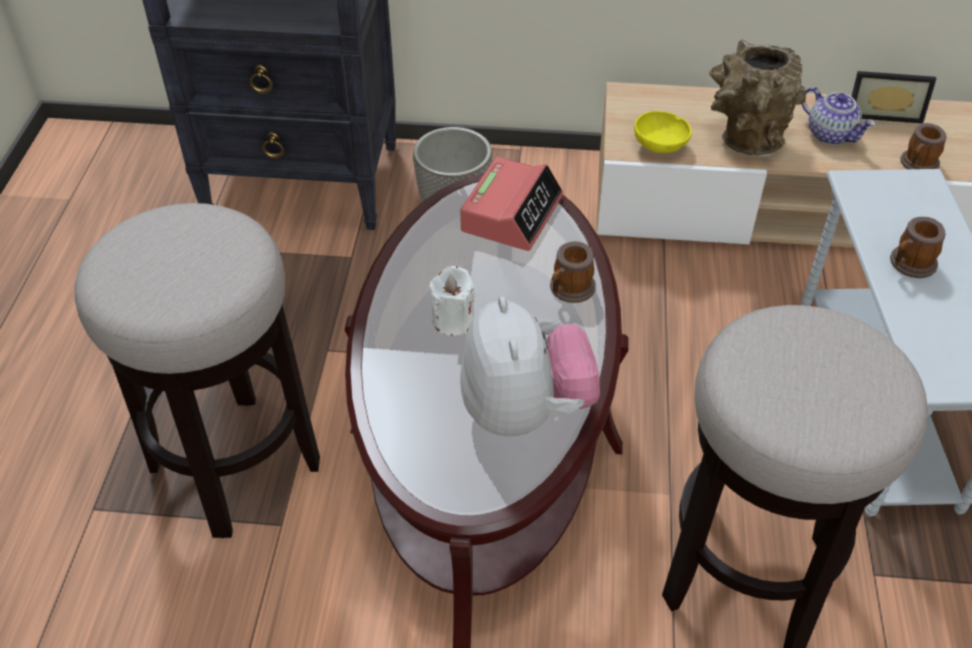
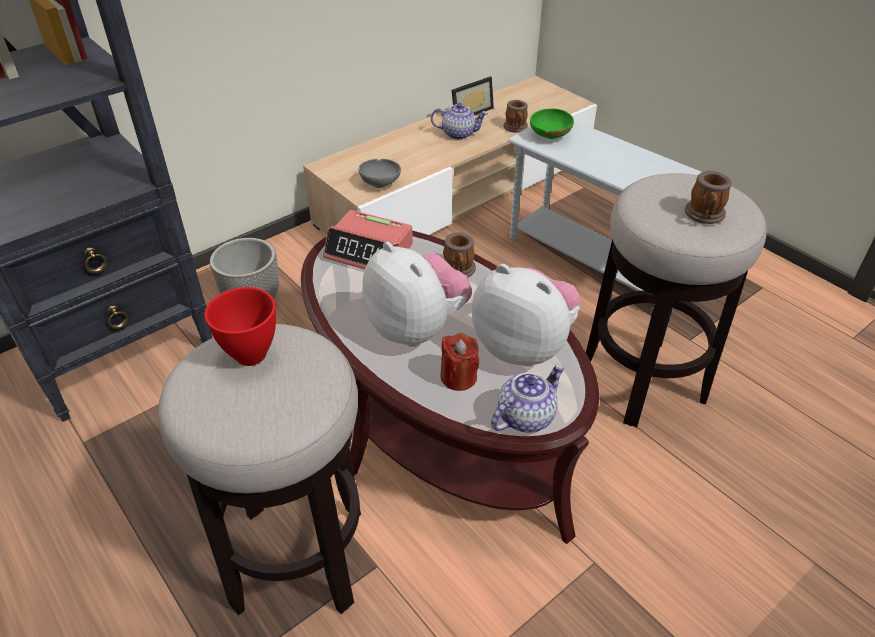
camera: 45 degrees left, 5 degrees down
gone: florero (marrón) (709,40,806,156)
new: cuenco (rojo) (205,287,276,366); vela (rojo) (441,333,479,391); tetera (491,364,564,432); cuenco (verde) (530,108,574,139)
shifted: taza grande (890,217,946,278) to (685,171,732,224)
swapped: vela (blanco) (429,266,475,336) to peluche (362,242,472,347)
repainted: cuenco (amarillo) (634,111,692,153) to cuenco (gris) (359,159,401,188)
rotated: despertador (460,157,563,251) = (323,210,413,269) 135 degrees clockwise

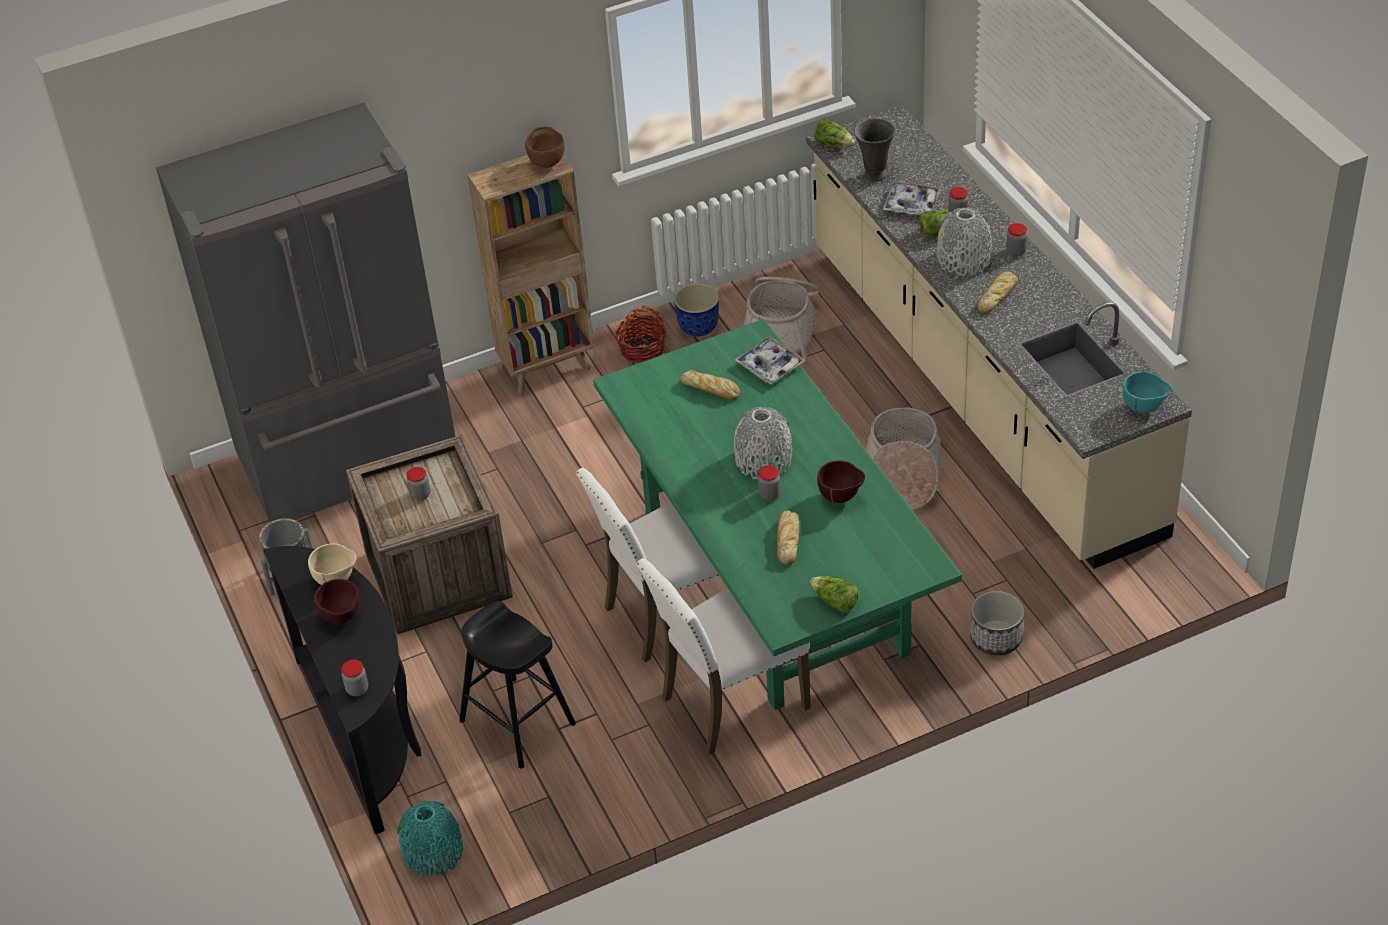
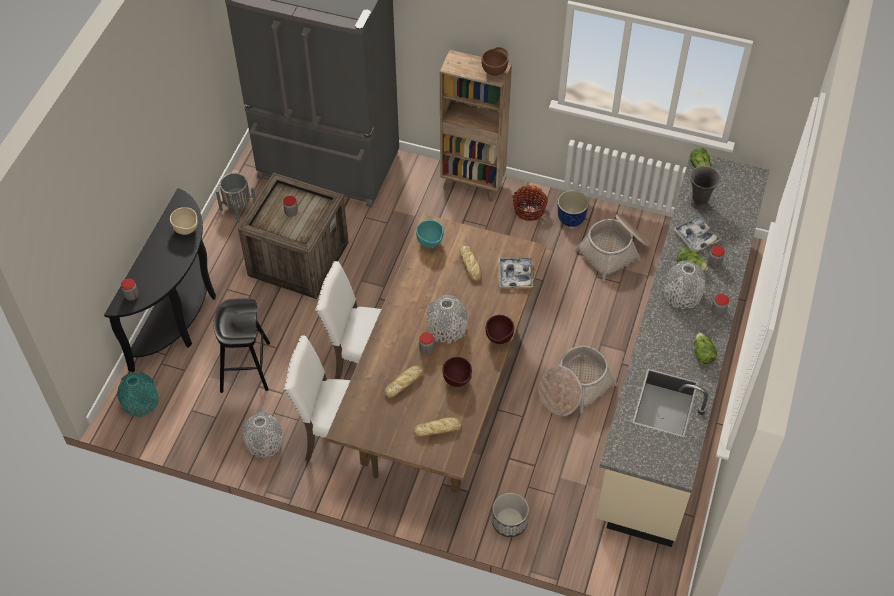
camera: 40 degrees right, 10 degrees up
new: florero (gris) (242,412,283,458)
shifted: pan (977,271,1018,314) to (414,417,461,437); cuenco (turquesa) (1123,372,1171,413) to (416,220,444,248); cuenco (marrón) (314,579,359,624) to (485,315,514,344); lechuga (810,576,859,612) to (694,332,717,364)
repainted: mesa de comedor (verde) (593,319,962,710) to mesa de comedor (marrón) (326,214,546,493)

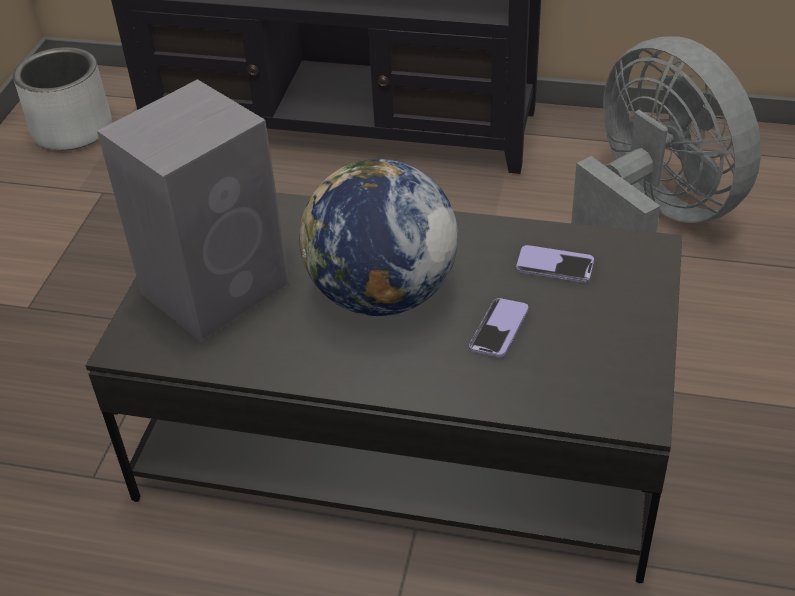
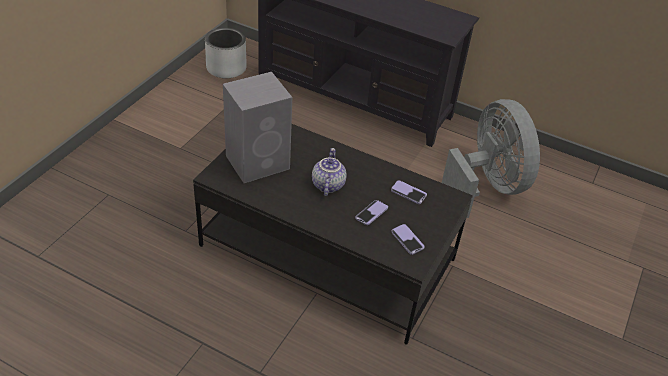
camera: 10 degrees right, 0 degrees up
new: móvil (391,224,425,255)
swapped: globo terráqueo (299,159,458,316) to tetera (312,148,347,196)

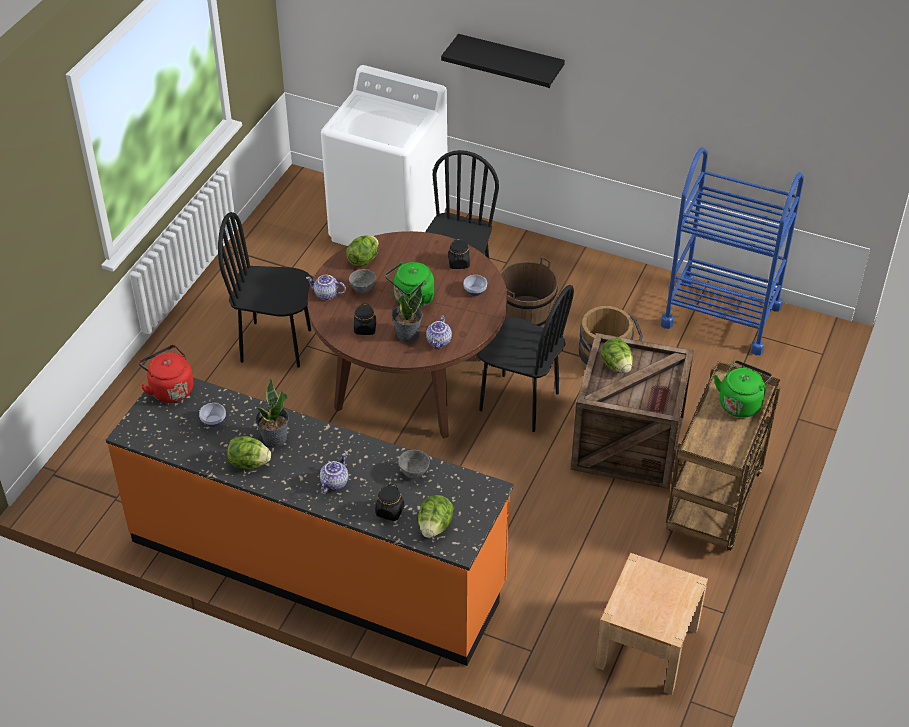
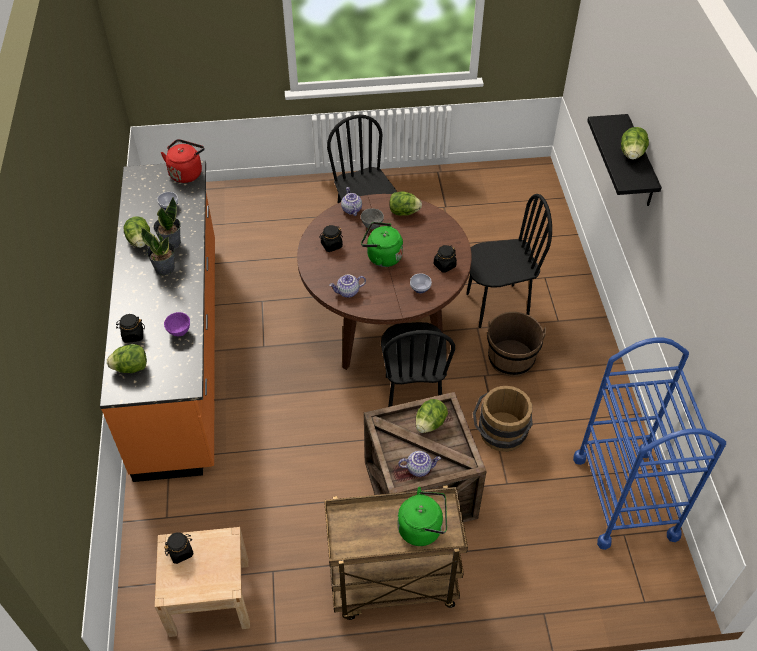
camera: 60 degrees right, 5 degrees up
gone: lavadora (blanco) (321,65,447,246)
new: tarro (negro) (164,532,194,564); lechuga (621,127,649,160)
shifted: planta en maceta (392,287,422,342) to (141,228,175,276); tetera (320,453,349,493) to (398,451,441,477)
repainted: cuenco (gris) (398,450,430,478) to cuenco (morado) (164,312,190,336)

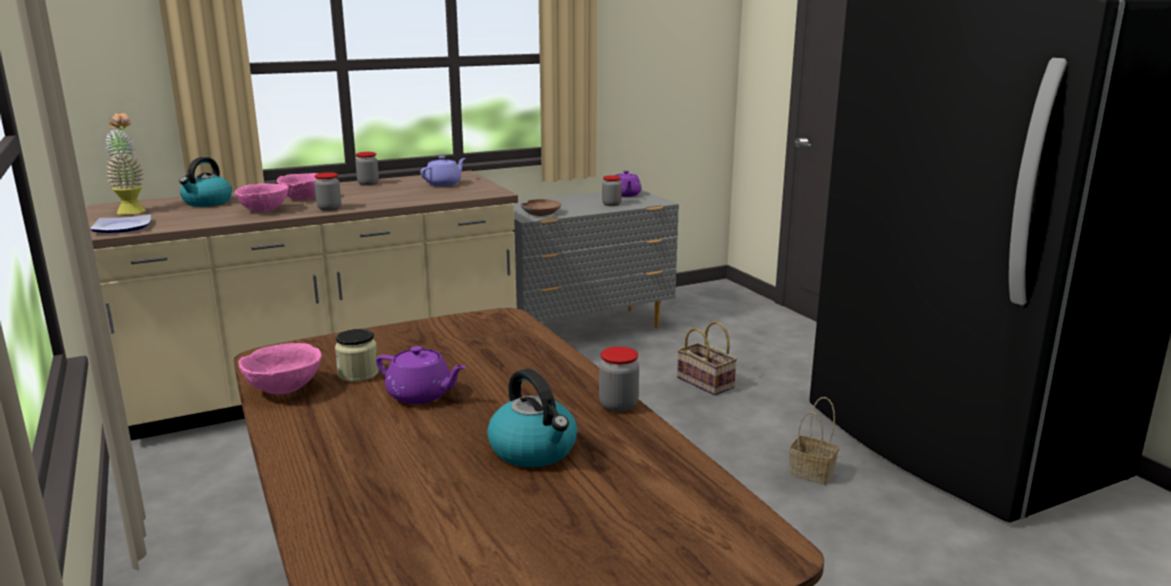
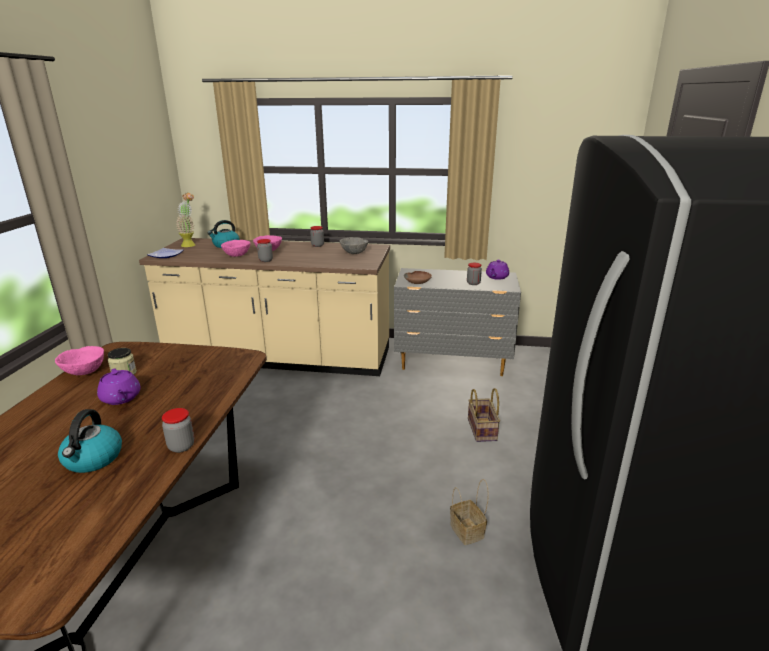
camera: 35 degrees right, 5 degrees up
swapped: tetera (morado) (420,156,466,186) to cuenco (gris) (340,237,369,254)

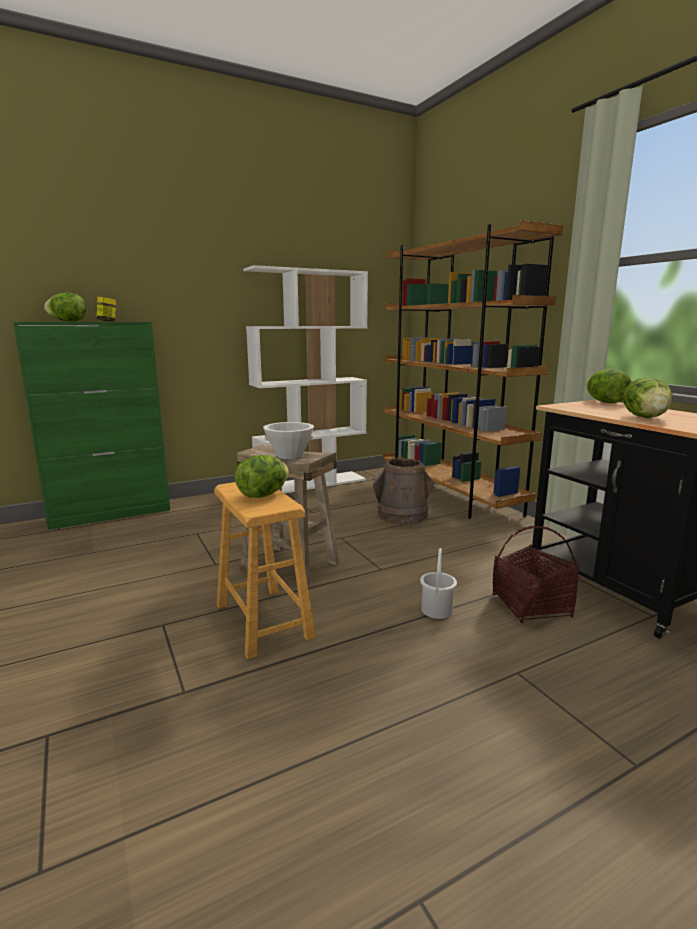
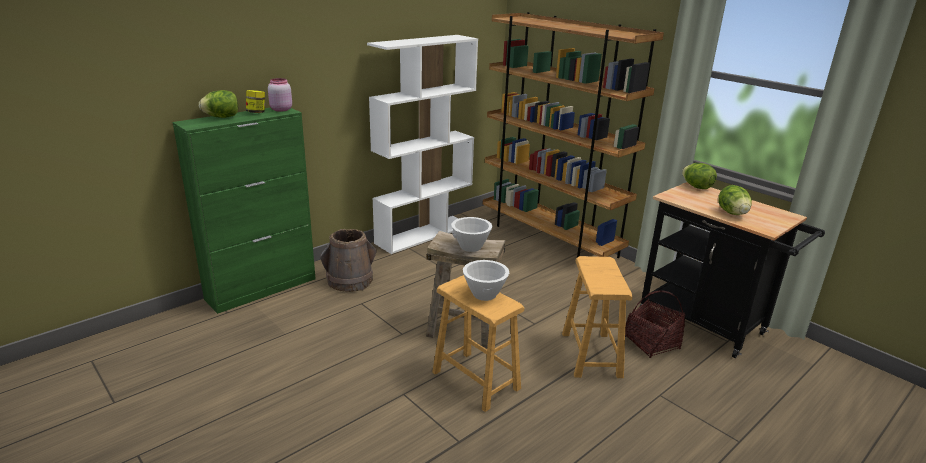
camera: 15 degrees left, 10 degrees up
new: tarro (rosa) (268,78,292,112)
shifted: cubo (marrón) (373,458,434,525) to (320,229,377,292)
swapped: lechuga (235,455,289,498) to cuenco (blanco) (463,260,509,301); cubo (blanco) (420,548,457,619) to taburete (marrón) (562,256,632,378)

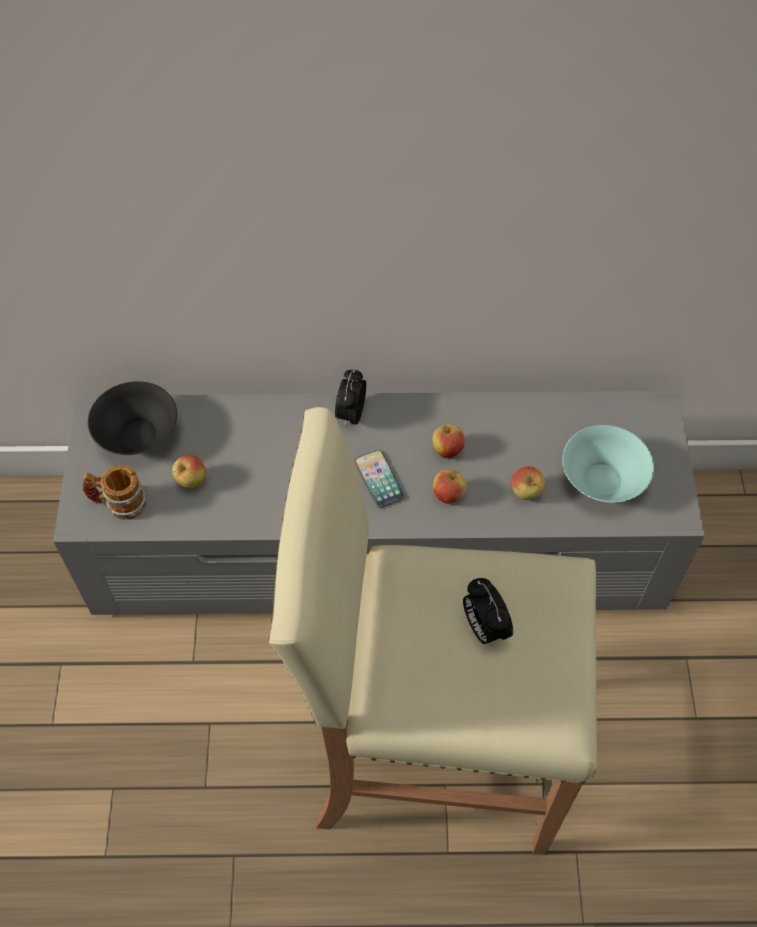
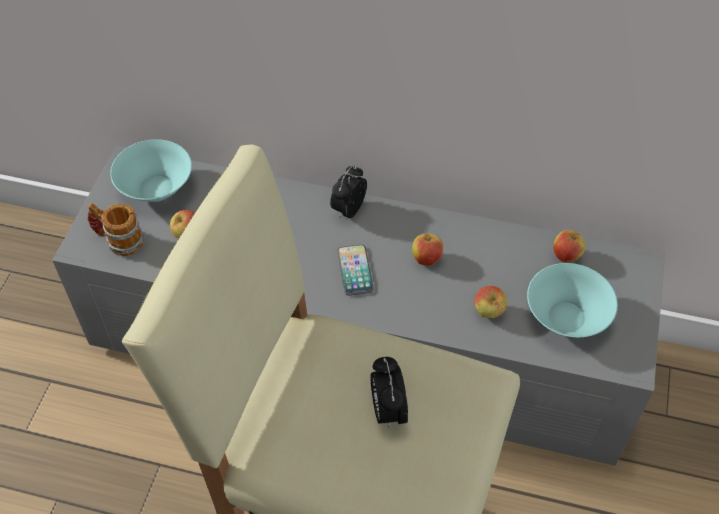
camera: 15 degrees right, 5 degrees down
shifted: manzana (433,469,467,504) to (553,230,586,262)
repainted: cuenco (negro) (88,381,177,455) to cuenco (turquesa) (110,139,192,202)

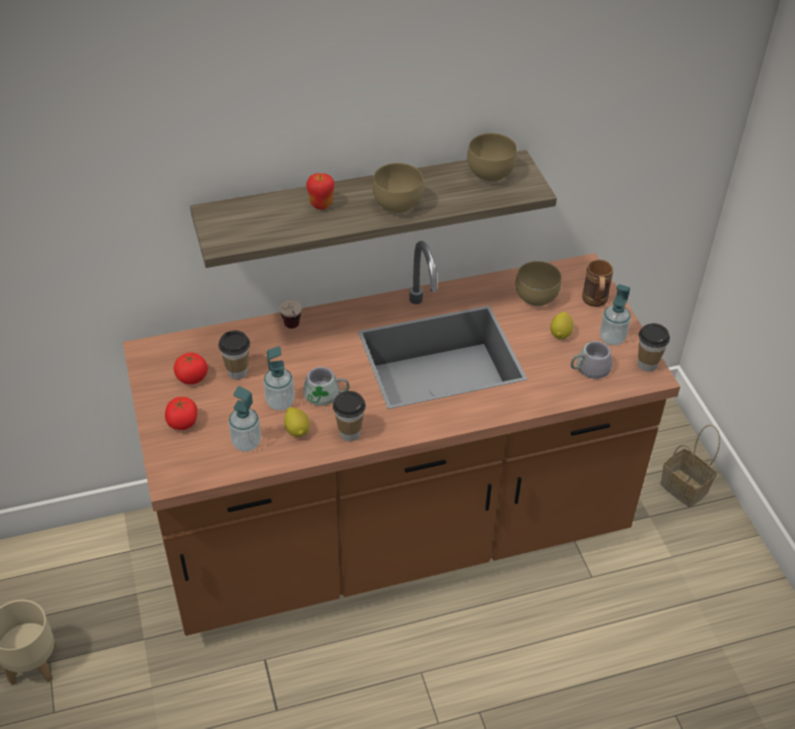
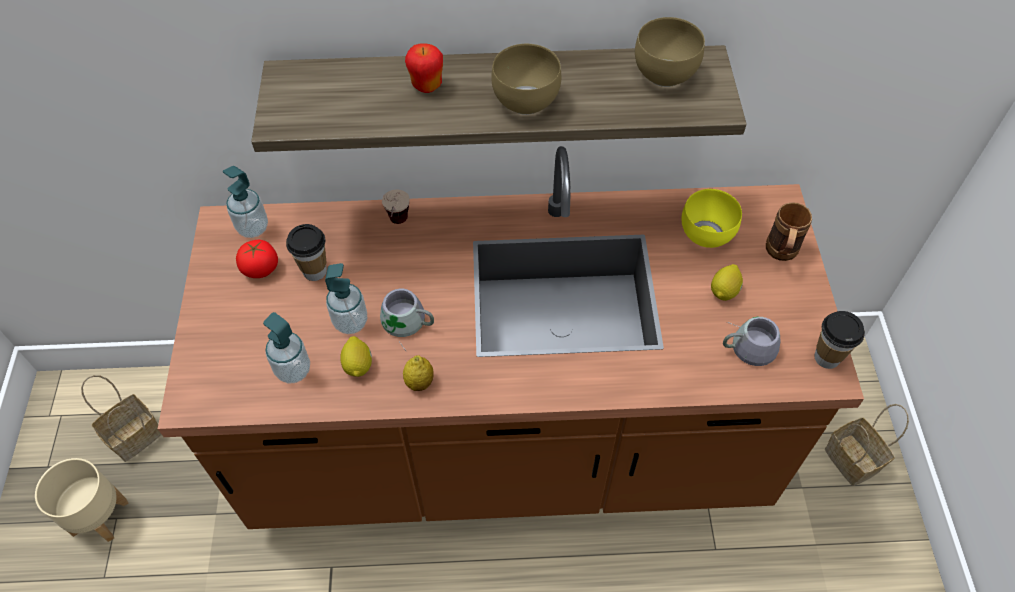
camera: 15 degrees right, 10 degrees up
gone: tomate (165,397,197,430)
new: cesta (81,375,162,462)
shifted: dispensador de jabón (600,284,631,346) to (223,166,268,238)
swapped: taza (333,391,366,441) to limón (403,355,434,391)
repainted: cuenco (marrón) (516,261,561,306) to cuenco (amarillo) (681,189,742,248)

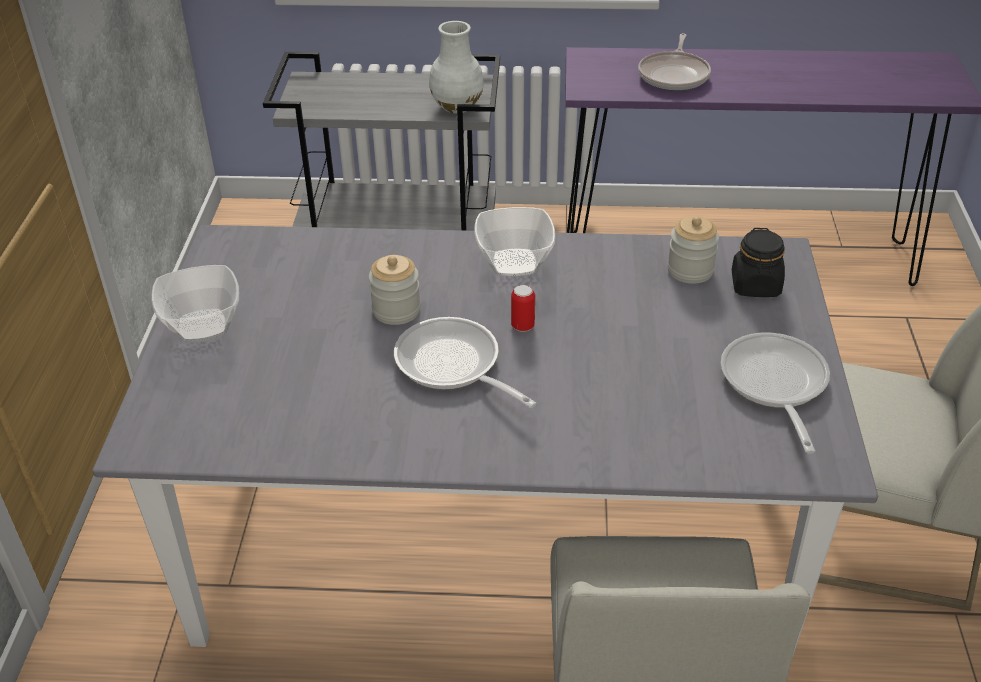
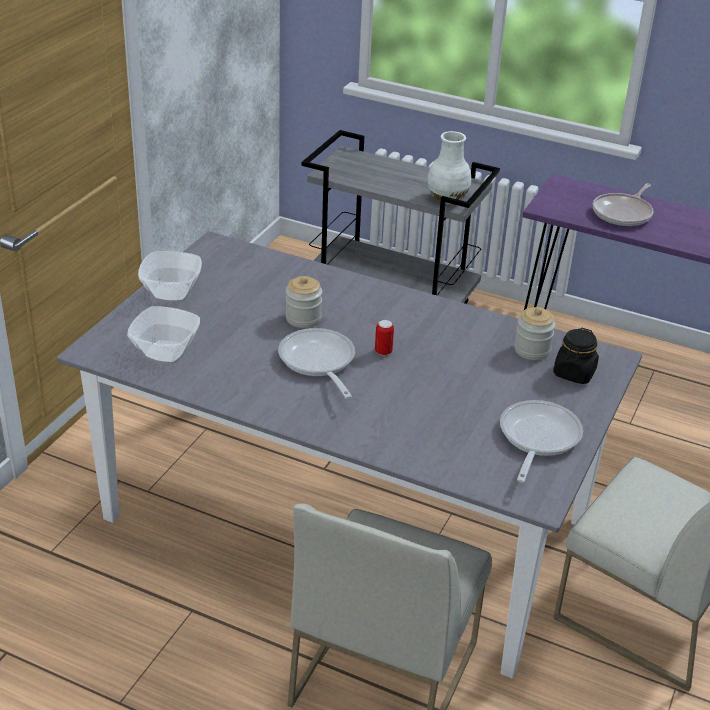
camera: 20 degrees right, 5 degrees down
shifted: cuenco (474,207,556,277) to (127,306,200,364)

